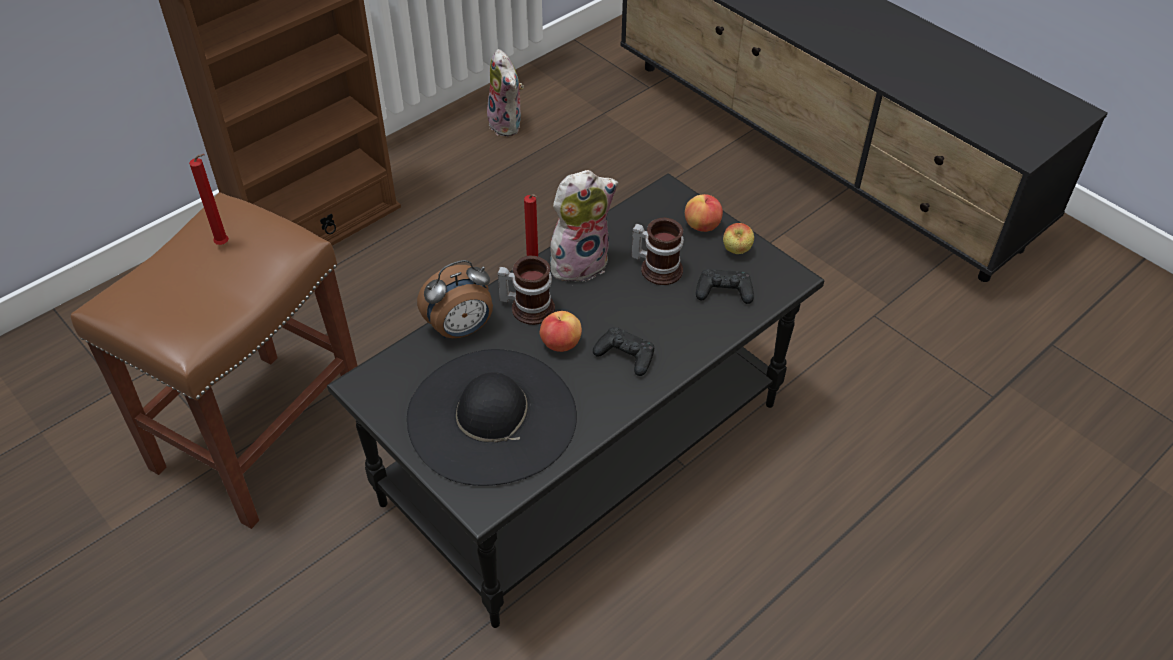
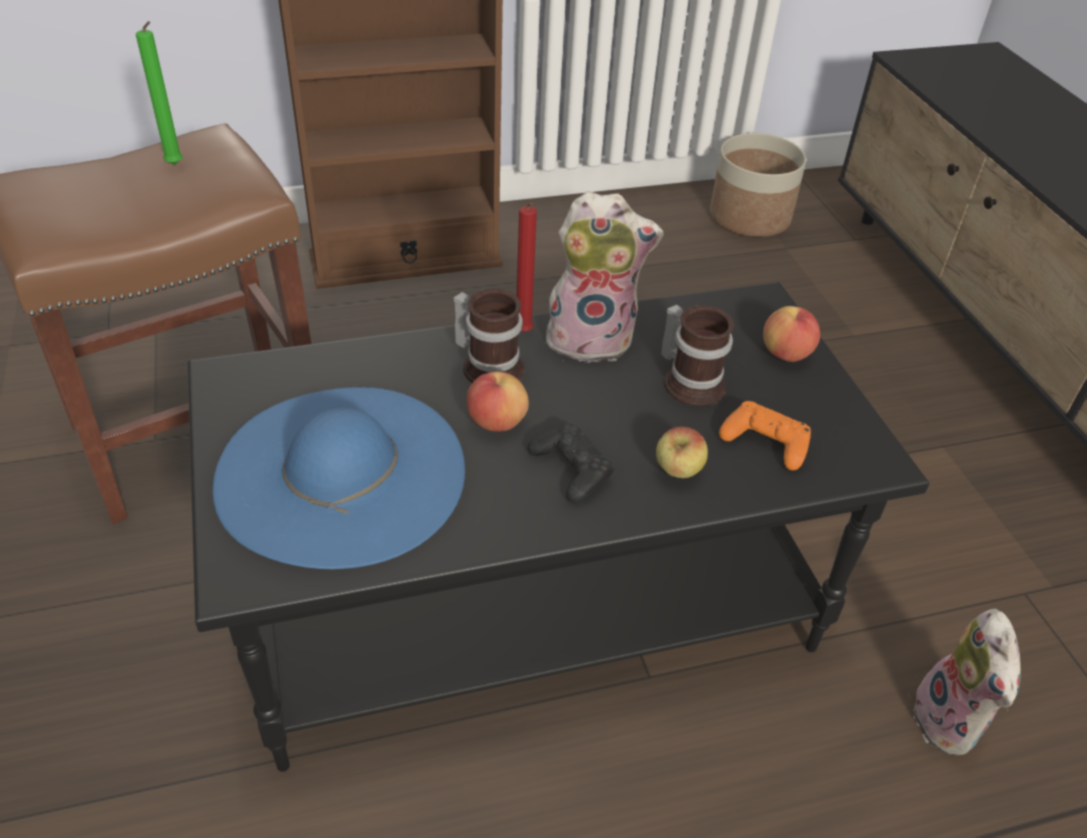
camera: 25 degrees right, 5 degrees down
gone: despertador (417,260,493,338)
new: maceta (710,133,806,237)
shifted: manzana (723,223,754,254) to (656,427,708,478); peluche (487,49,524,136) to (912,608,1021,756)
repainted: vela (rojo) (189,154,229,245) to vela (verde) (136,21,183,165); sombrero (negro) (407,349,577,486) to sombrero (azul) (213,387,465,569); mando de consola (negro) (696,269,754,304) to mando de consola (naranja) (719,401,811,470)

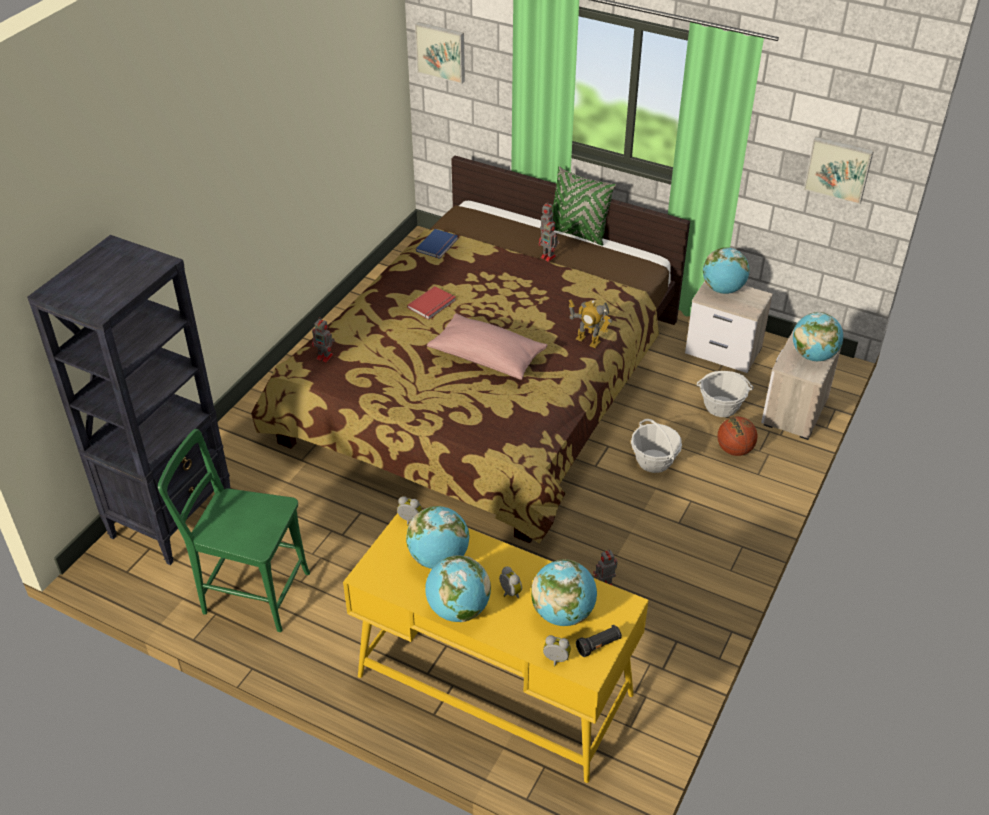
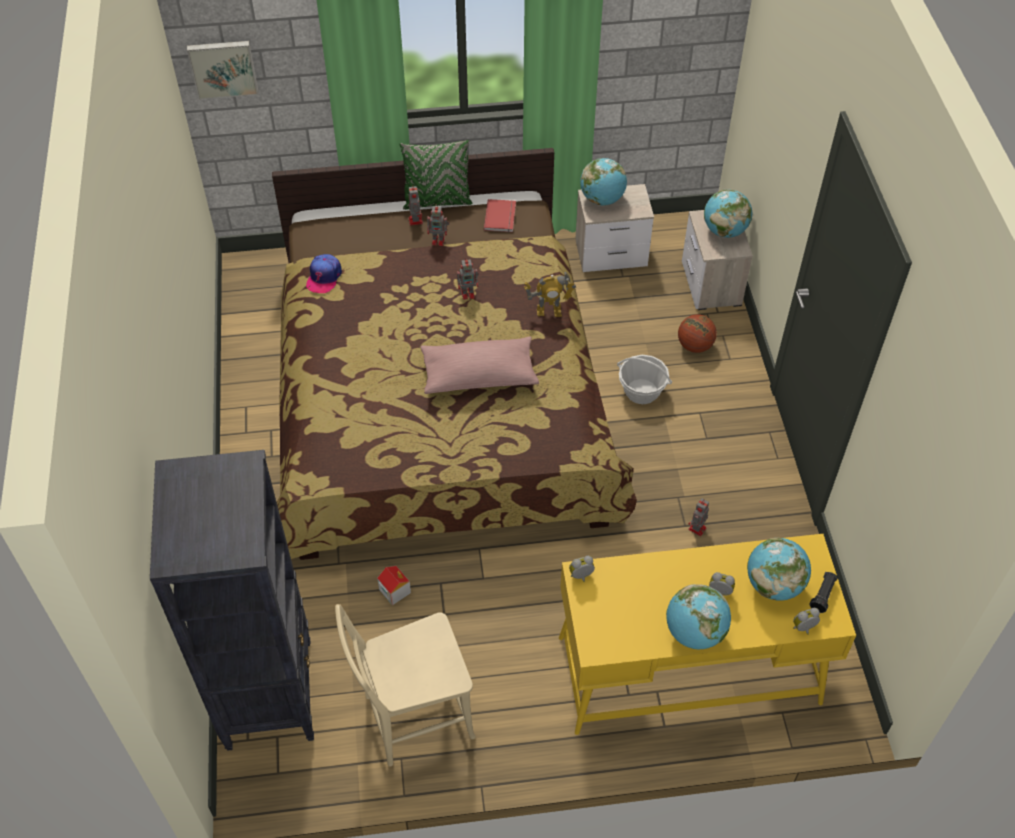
camera: 35 degrees left, 10 degrees up
gone: globo terráqueo (406,506,470,569); cesta (697,371,753,417); cuadro (804,137,874,204)
new: casita (377,566,411,605)
shifted: robot de juguete (312,317,335,362) to (457,258,479,300); libro (rojo) (407,286,456,320) to (484,199,516,232)
swapped: libro (azul) (416,229,458,259) to gorra (306,254,342,293)
repainted: silla (verde) (158,429,310,632) to silla (beis) (335,604,476,767)

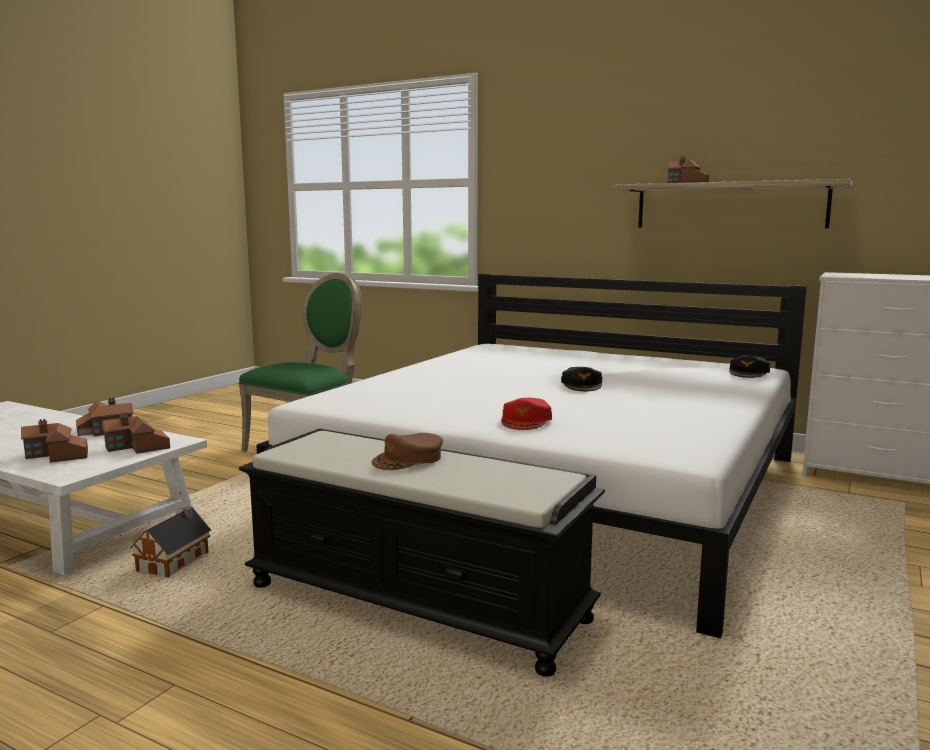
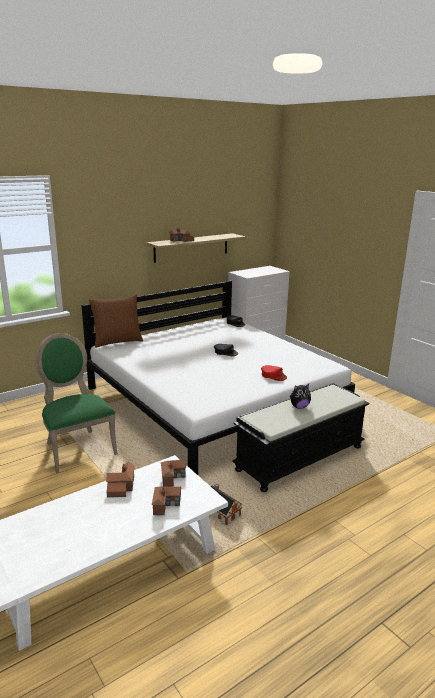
camera: 65 degrees left, 10 degrees up
new: cojín (marrón) (89,294,143,348)
swapped: gorra (marrón) (371,433,443,470) to peluche (290,384,311,409)

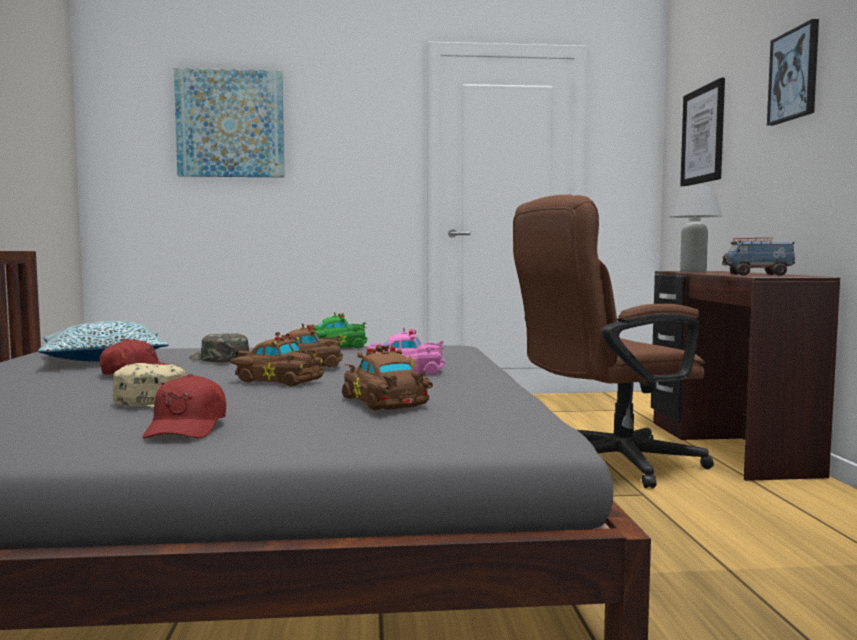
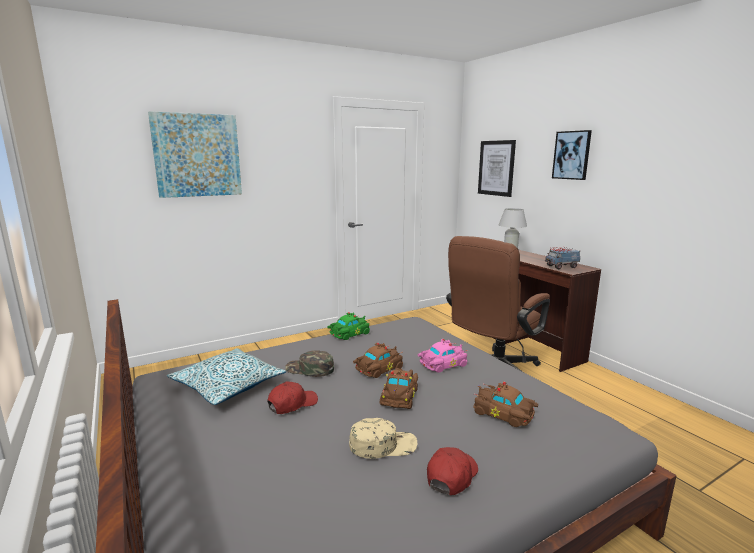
camera: 25 degrees left, 10 degrees up
rotated: coche de juguete (marrón) (230,332,324,387) = (380,368,418,409) 105 degrees clockwise; gorra (rojo) (142,374,226,439) = (427,447,478,495) 120 degrees counterclockwise

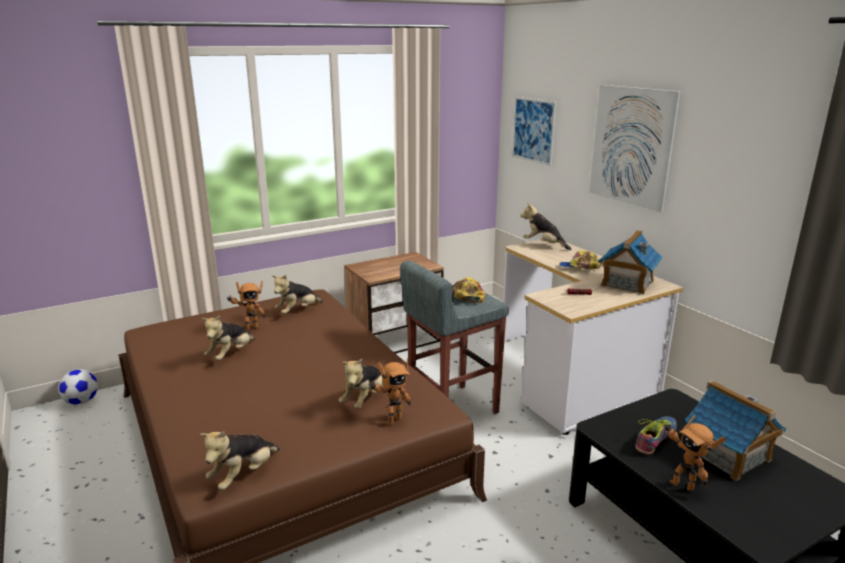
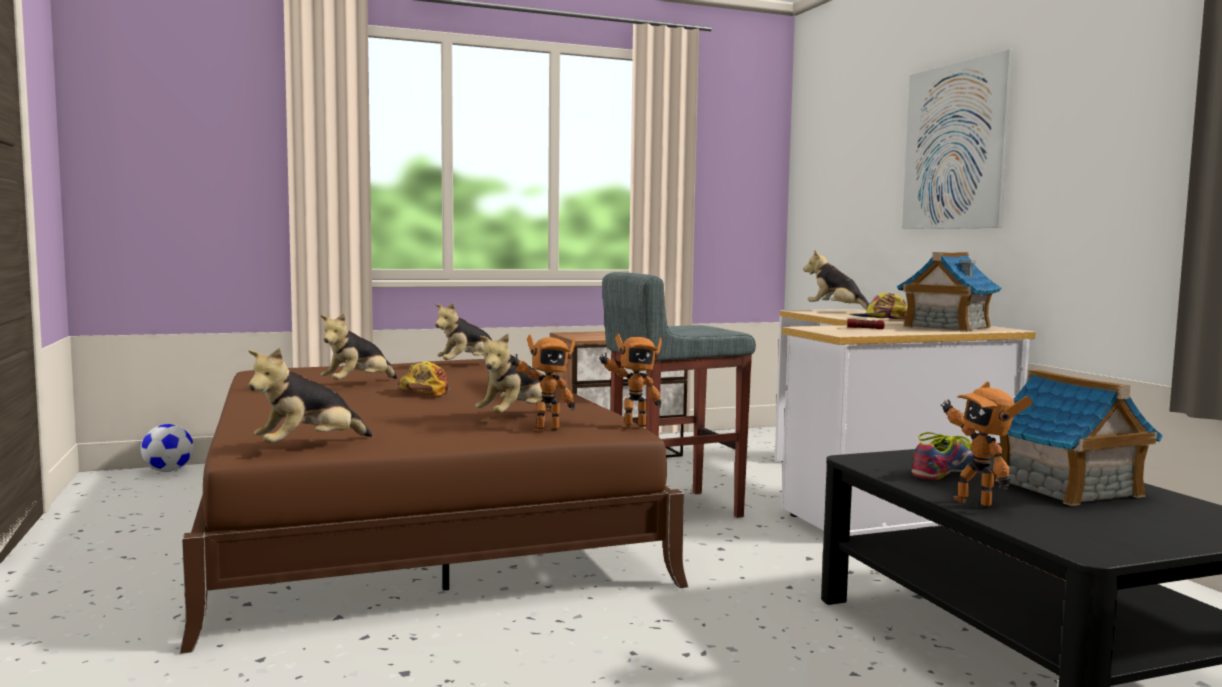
camera: 10 degrees right, 15 degrees down
gone: cuadro (512,97,556,166)
shifted: gorra (452,277,485,303) to (398,362,450,395); robot de juguete (227,281,265,332) to (599,334,662,429)

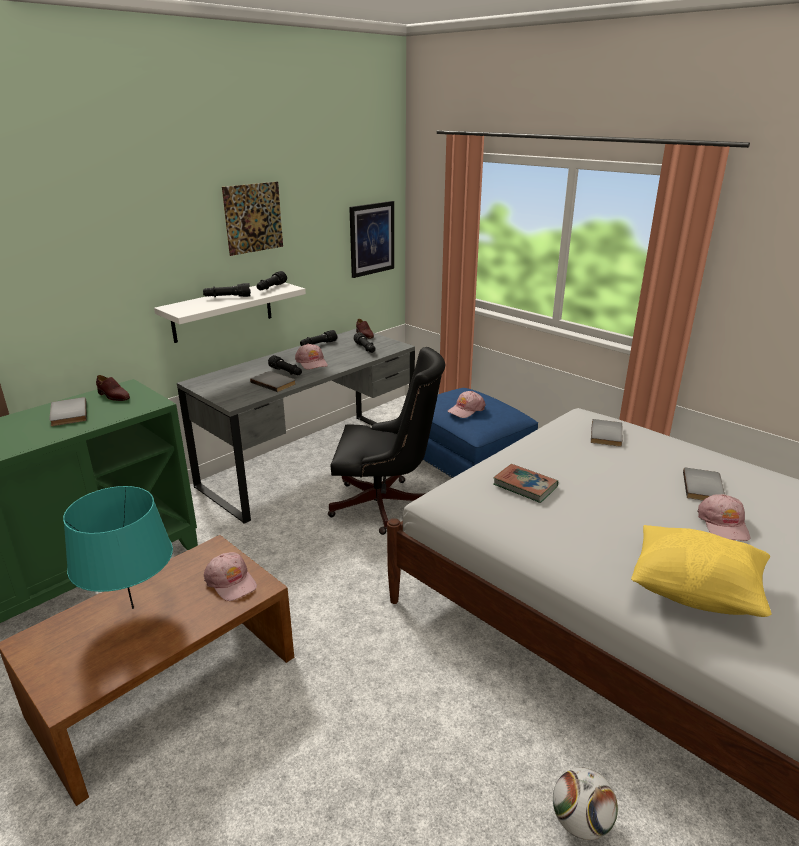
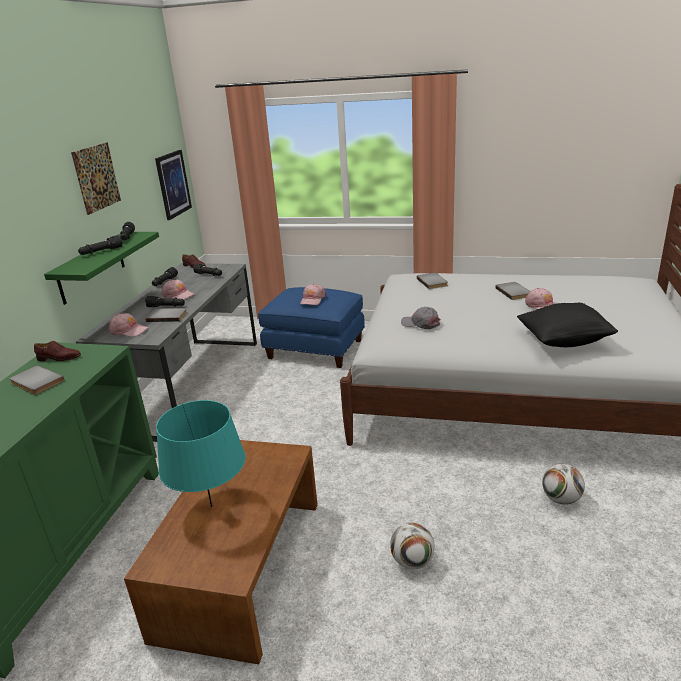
camera: 30 degrees left, 0 degrees up
gone: silla de oficina (negro) (328,347,445,535)
new: balón de fútbol (390,523,435,569)
shifted: gorra (rosa) (204,552,257,601) to (109,313,148,337)
swapped: libro (493,464,558,503) to gorra (gris) (401,307,441,329)
repainted: estante (blanco) (154,283,306,343) to estante (verde) (44,232,159,305); cojín (amarillo) (631,525,772,617) to cojín (negro) (517,303,618,347)

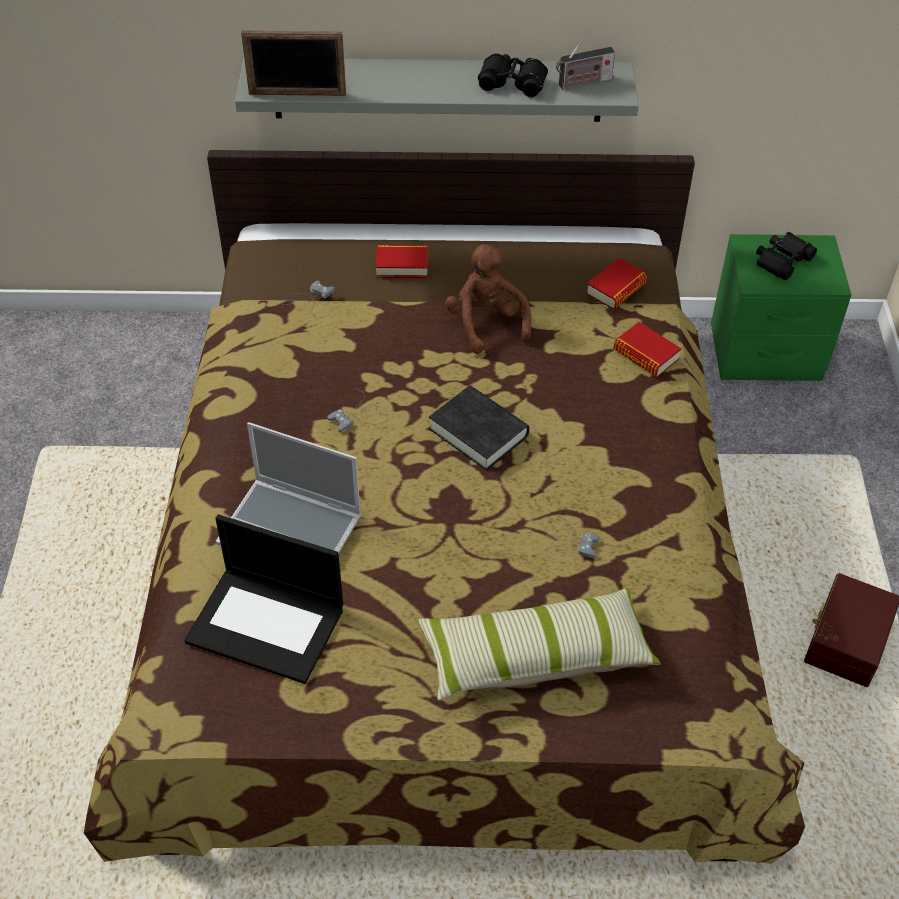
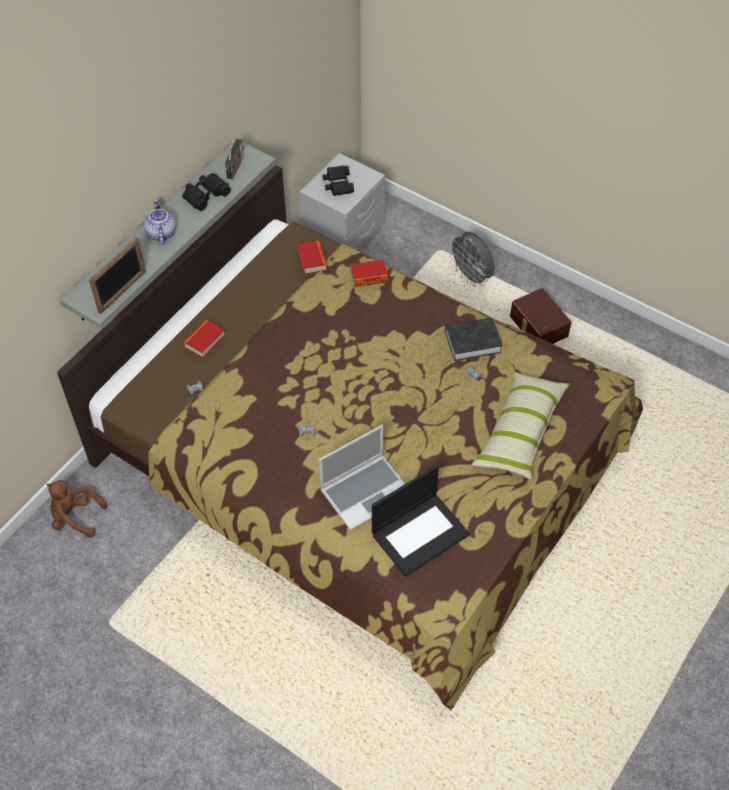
camera: 55 degrees left, 5 degrees up
new: tetera (144,199,176,245); ventilador (gris) (448,232,495,287)
shifted: peluche (marrón) (445,244,531,354) to (47,480,107,538); libro (negro) (429,386,529,471) to (445,318,502,361)
repainted: mesita de noche (verde) (711,234,851,381) to mesita de noche (gris) (300,153,385,251)

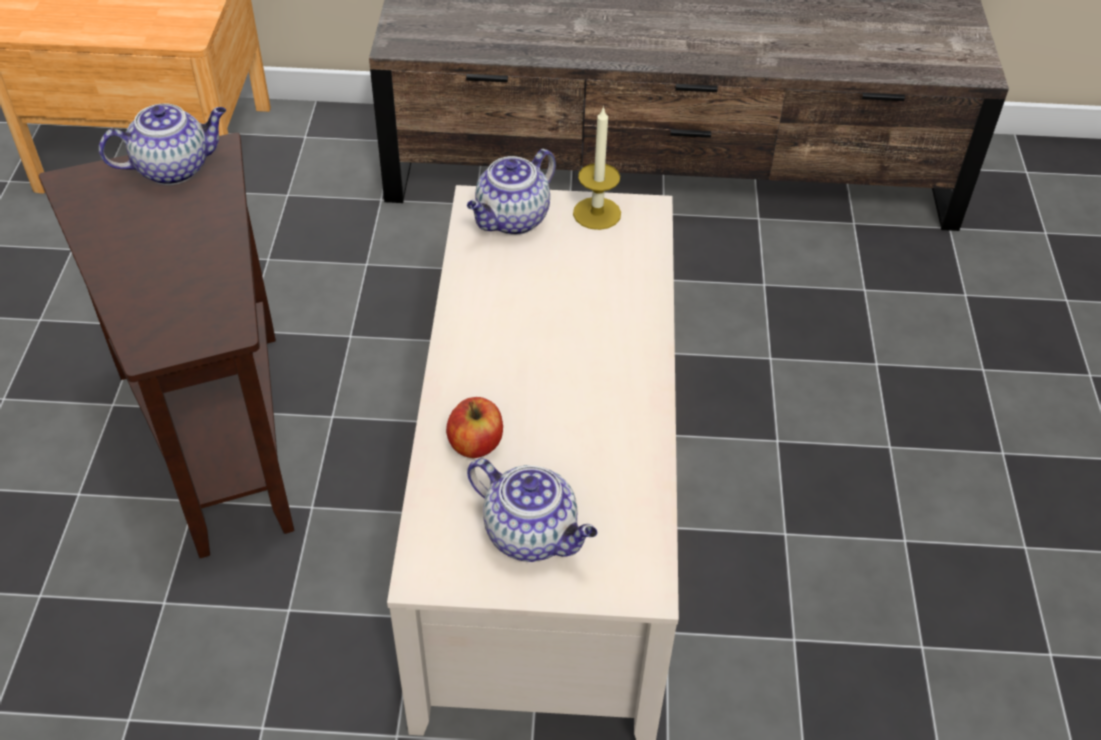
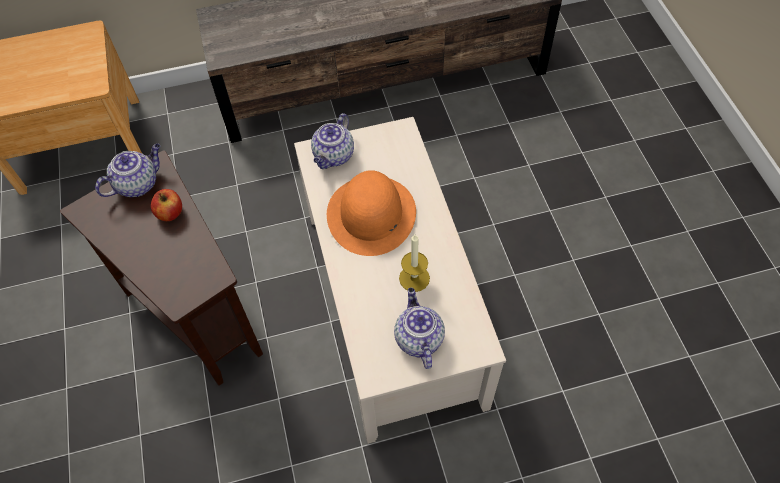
camera: 15 degrees left, 10 degrees up
new: sombrero (naranja) (327,170,416,256)
shifted: manzana (446,397,503,458) to (151,189,182,221); vela (573,106,621,230) to (399,235,430,292)
rotated: tetera (467,459,597,562) = (394,288,445,369) 120 degrees counterclockwise

